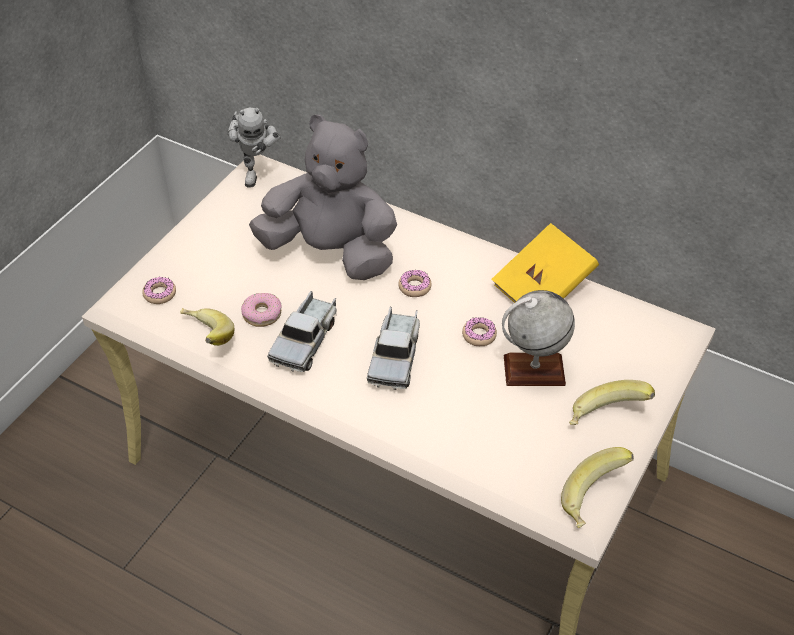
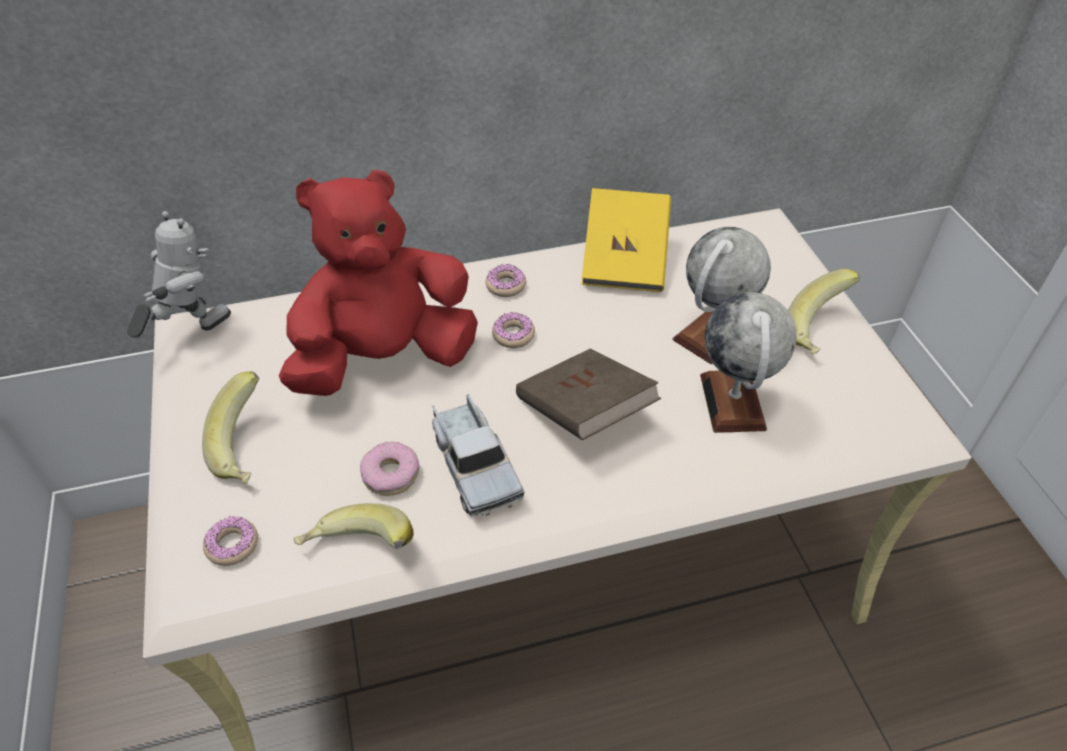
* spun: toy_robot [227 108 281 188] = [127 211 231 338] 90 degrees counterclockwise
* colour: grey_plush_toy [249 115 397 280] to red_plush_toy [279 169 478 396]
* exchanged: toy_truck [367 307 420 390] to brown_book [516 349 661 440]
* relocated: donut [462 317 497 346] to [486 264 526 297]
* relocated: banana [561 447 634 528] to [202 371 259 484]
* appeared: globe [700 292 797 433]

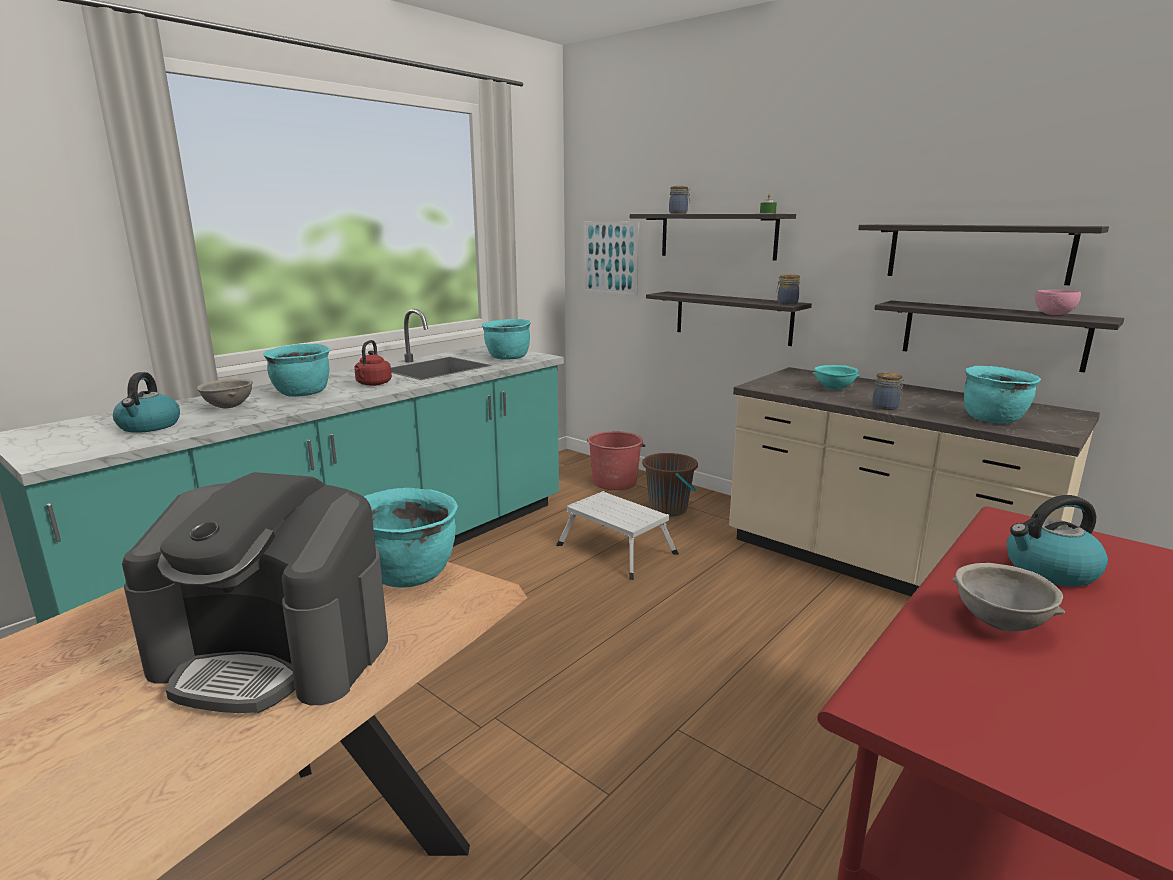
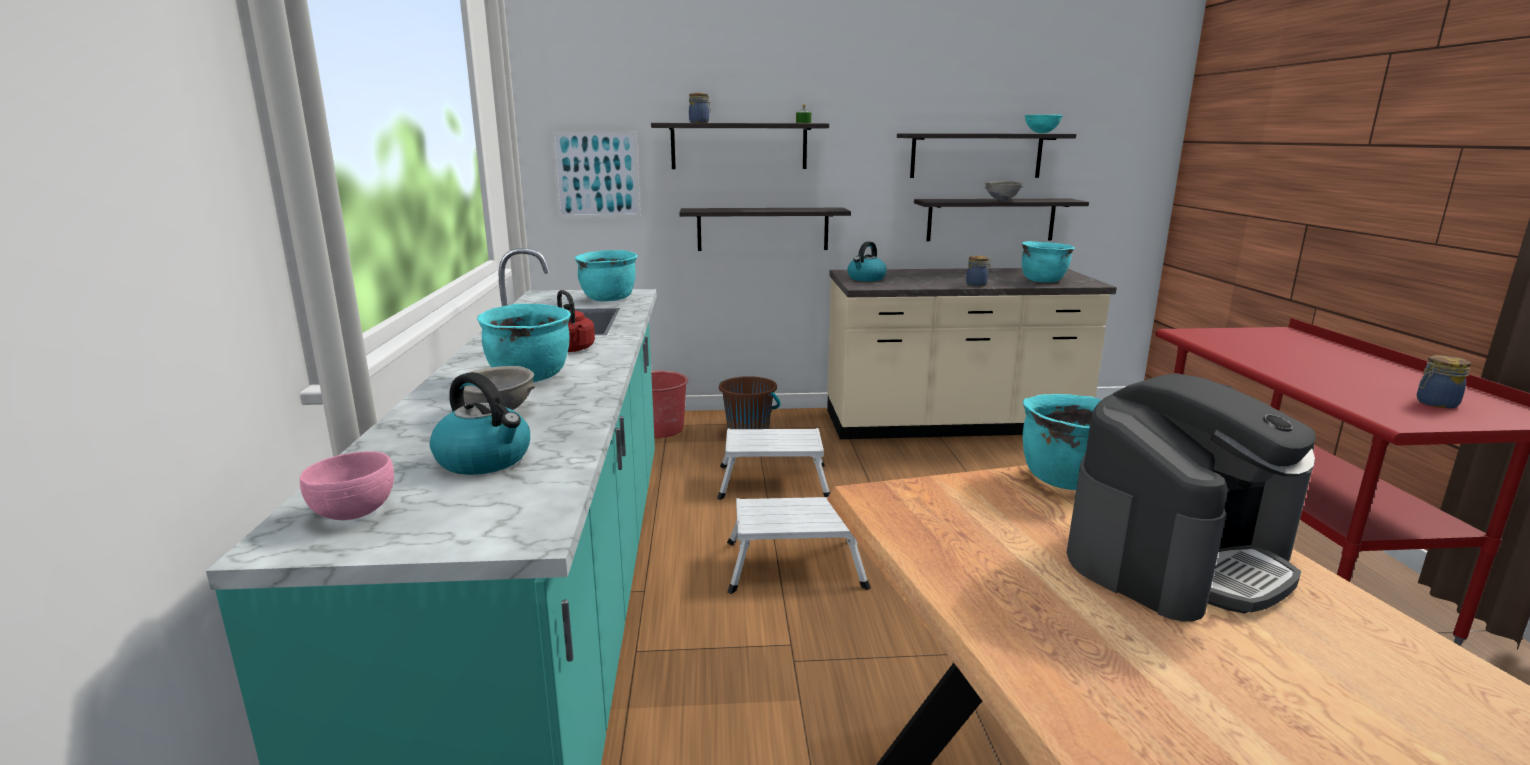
* relocated: jar [776 274 800 304] to [1417 355 1471 408]
* relocated: turquoise_bowl [813 365 860 390] to [1025 115 1063 133]
* relocated: grey_bowl [952 563 1065 631] to [984 181 1023 201]
* relocated: kettle [1007 495 1108 587] to [848 242 887 282]
* relocated: pink_bowl [1035 290 1081 315] to [300 451 394 520]
* appeared: white_step_ladder [727 497 871 594]

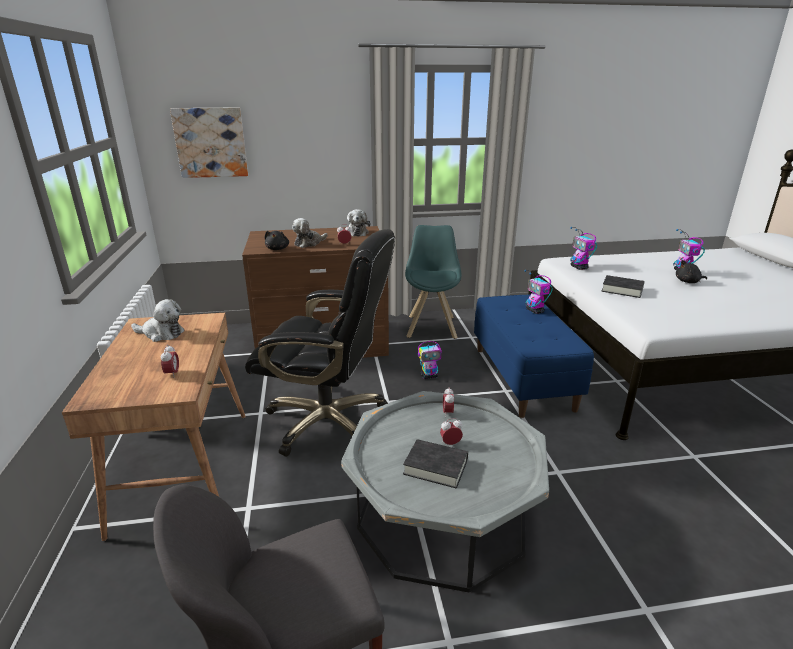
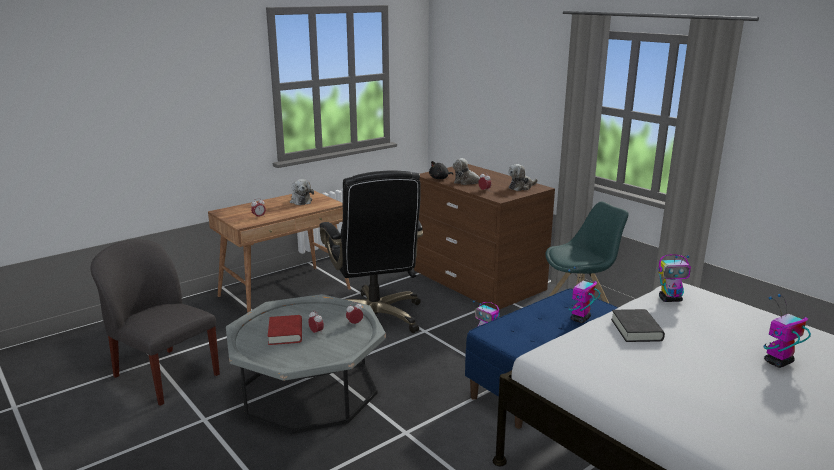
* missing: picture [170 107 248 178]
* colour: black_book [403 439 468 489] to red_book [268 315 302 345]
* spun: toy_robot [570 227 597 270] = [658 254 691 302] 135 degrees counterclockwise
* missing: black_plush_toy [676 260 707 283]

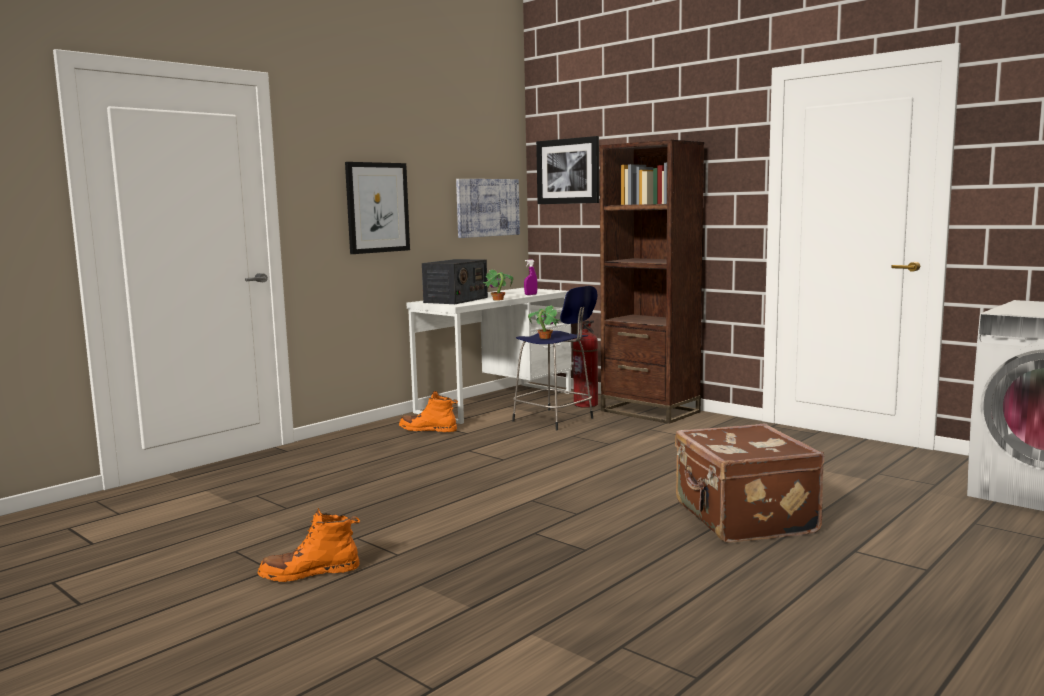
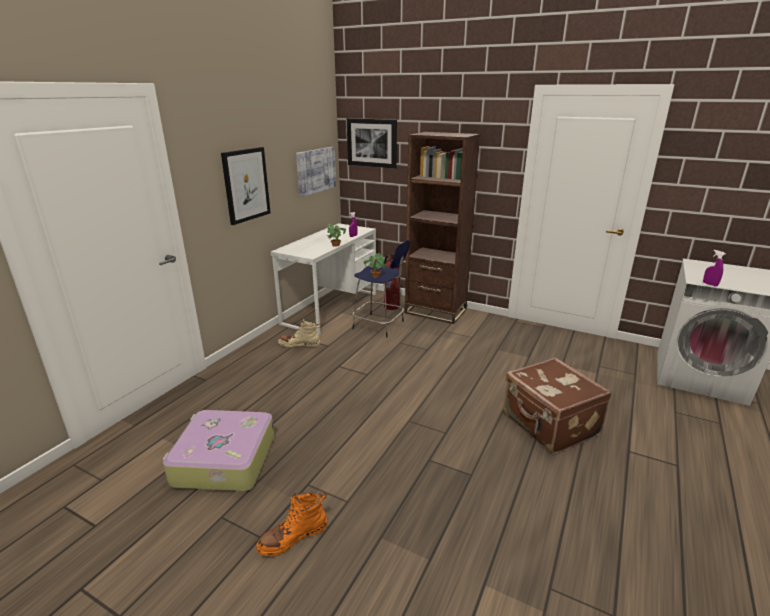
* colour: orange_boot [399 391 458 432] to beige_boot [278 319 320 347]
* missing: radio [422 259 488 304]
* appeared: suitcase [162 410 274 491]
* appeared: purple_spray_bottle [703 250 725 287]

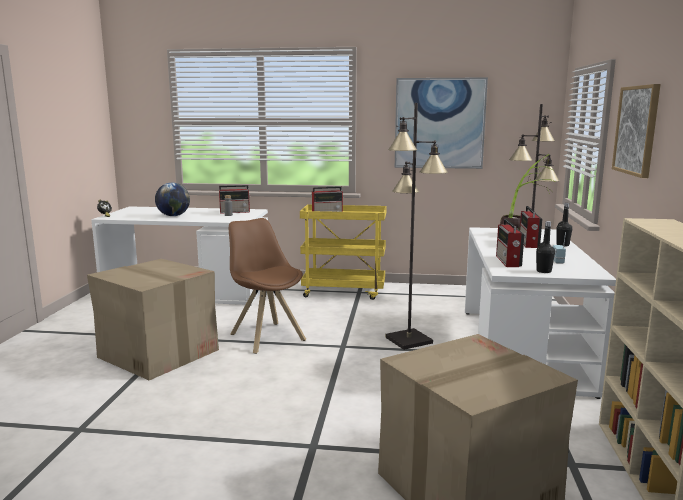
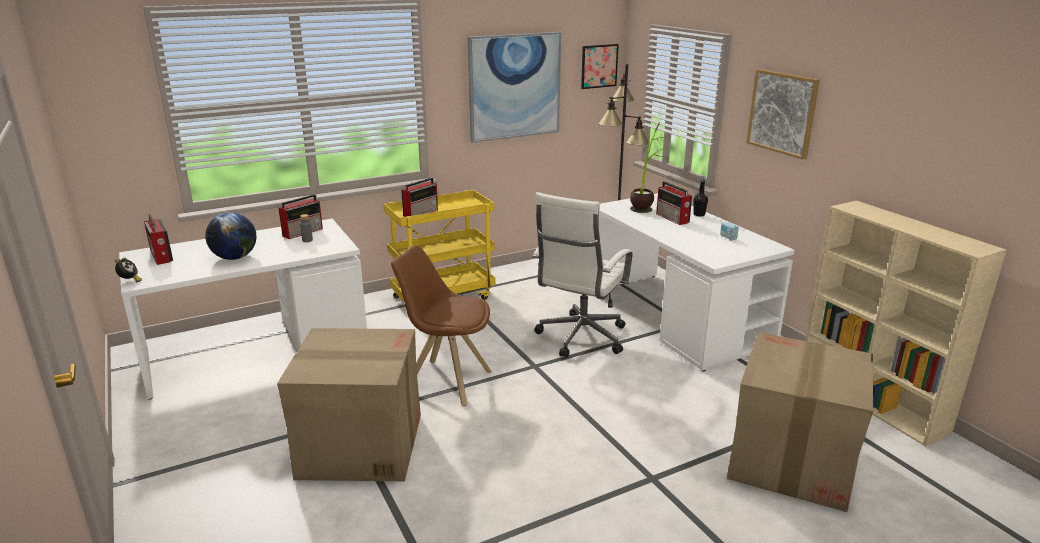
* exchanged: black_floor_lamp [385 103 448 350] to white_office_chair [532 192 632 358]
* relocated: radio [496 219 524 267] to [144 214 173 265]
* missing: black_bottle [536 221 555 273]
* appeared: picture [581 44 619 89]

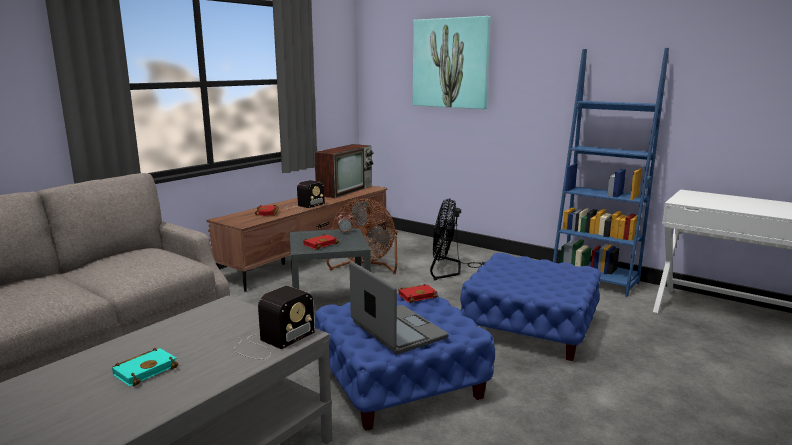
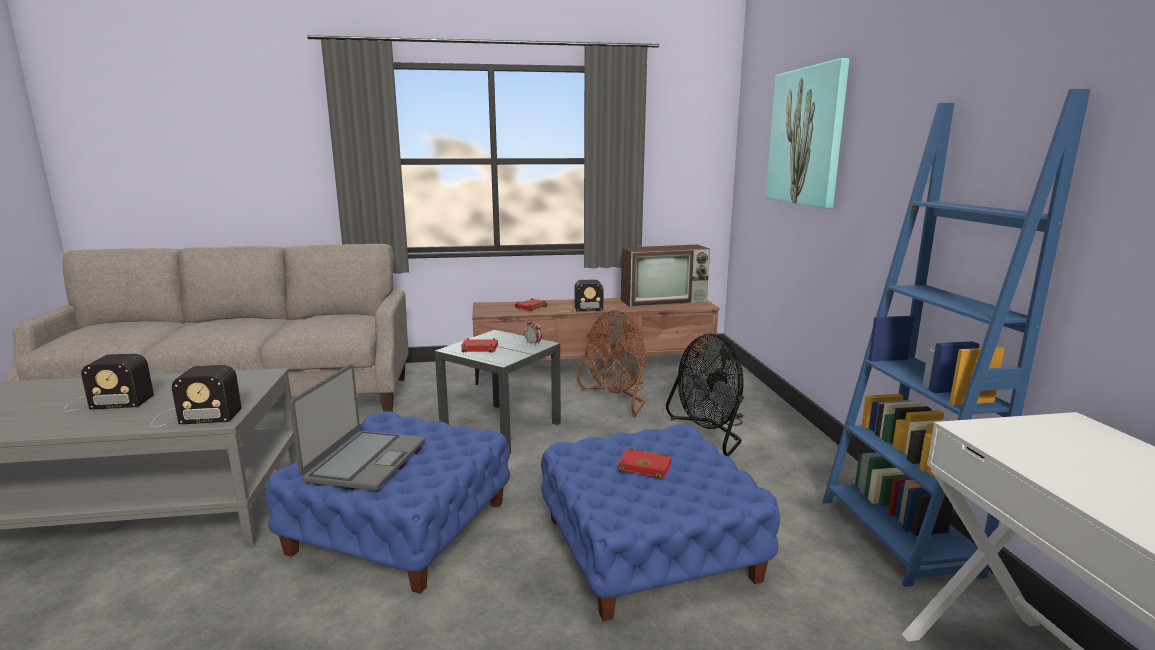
* exchanged: turquoise_book [112 348 178 386] to radio [64 354 154 412]
* relocated: red_book [398 284 438 303] to [618 448 672 479]
* spun: black_fan [430 198 485 280] = [666 334 744 457] 75 degrees counterclockwise

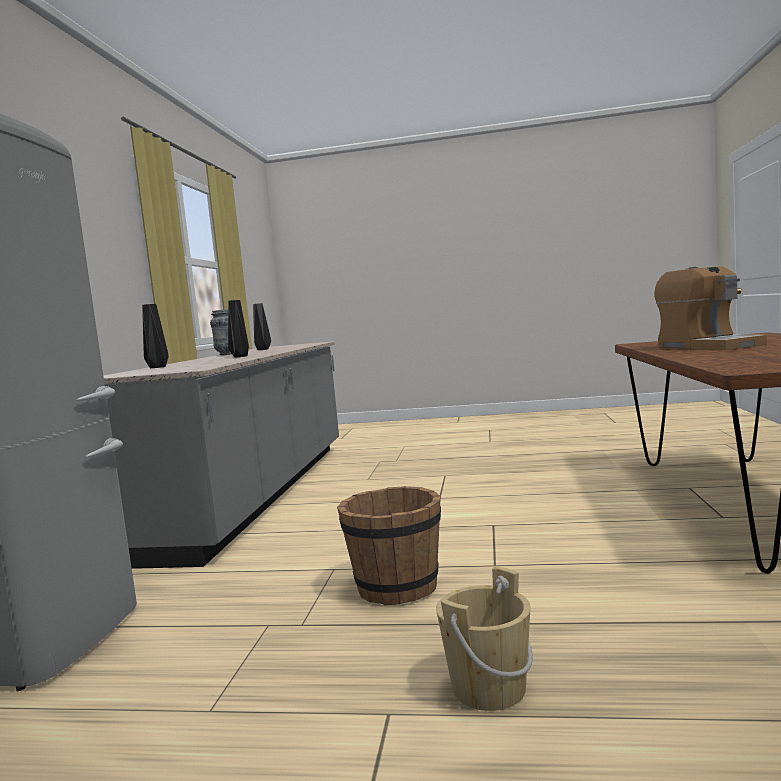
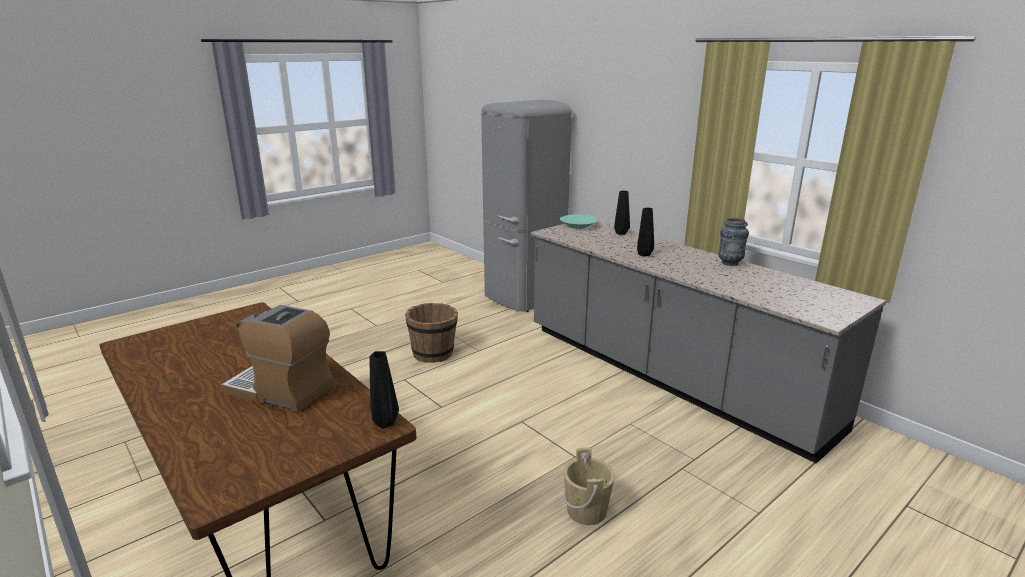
* relocated: black_vase [253 303 271 350] to [370 351 399 429]
* relocated: beige_bucket [436 566 533 711] to [563 448 615 525]
* appeared: turquoise_bowl [560 214 597 229]

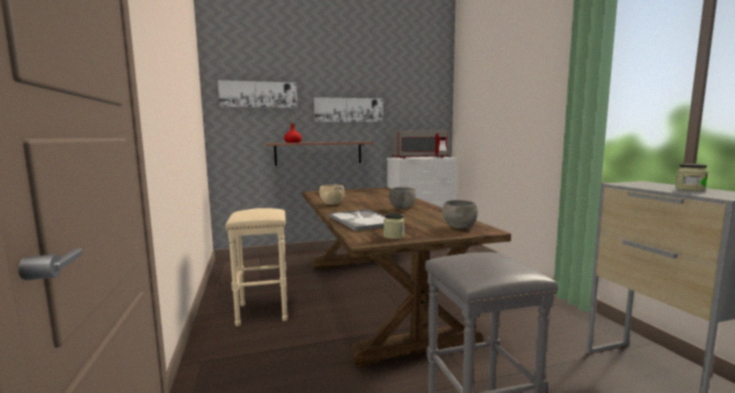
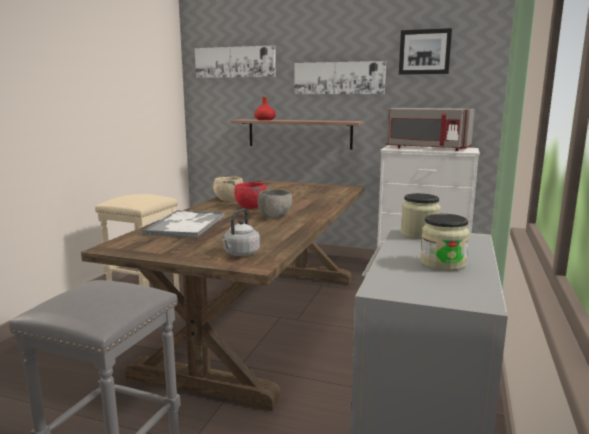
* relocated: jar [384 213 404 239] to [401 193 441 239]
* exchanged: grey_bowl [442 200 478 229] to grey_kettle [221 209 260 256]
* appeared: red_bowl [234 182 266 209]
* appeared: picture [399 28 452 75]

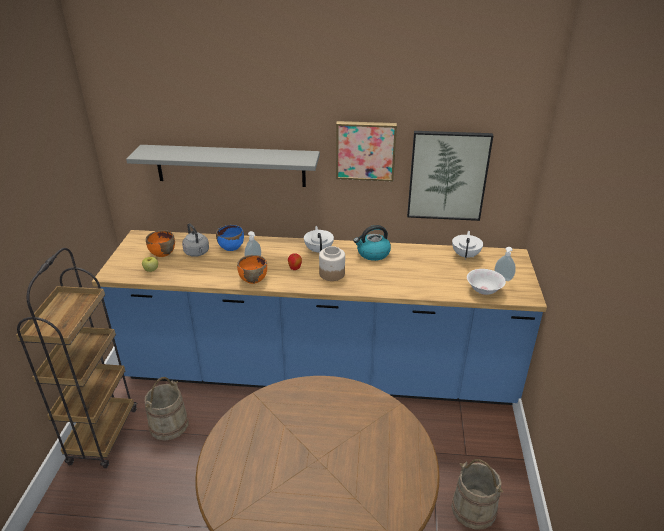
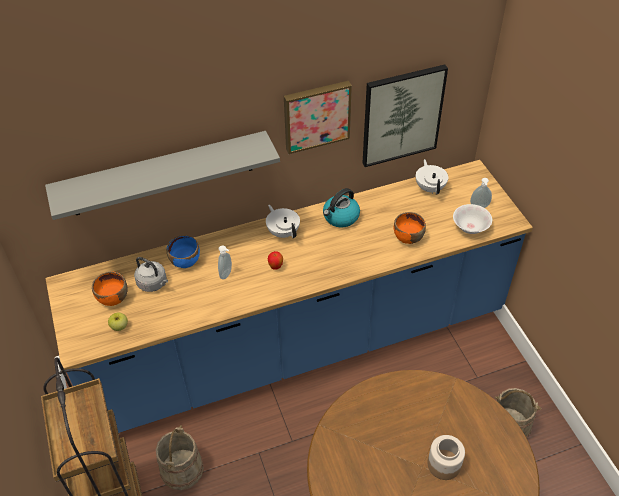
* relocated: orange_bowl [237 255 267 284] to [394 212 426 244]
* relocated: jar [319 246 345 281] to [428 435 465 480]

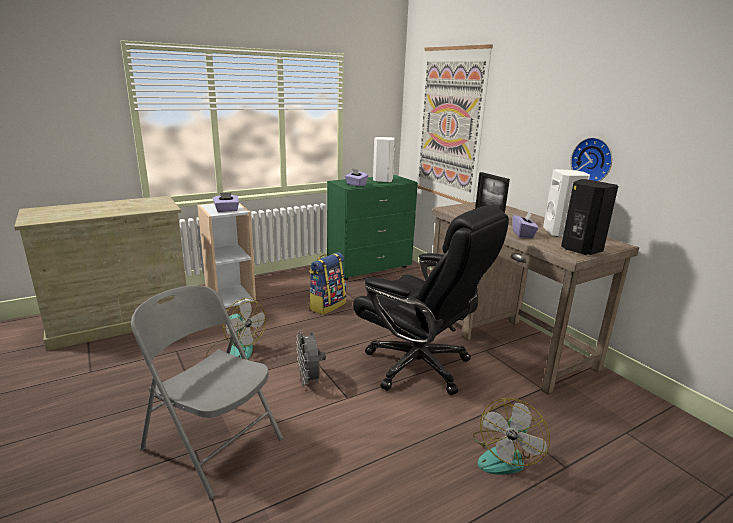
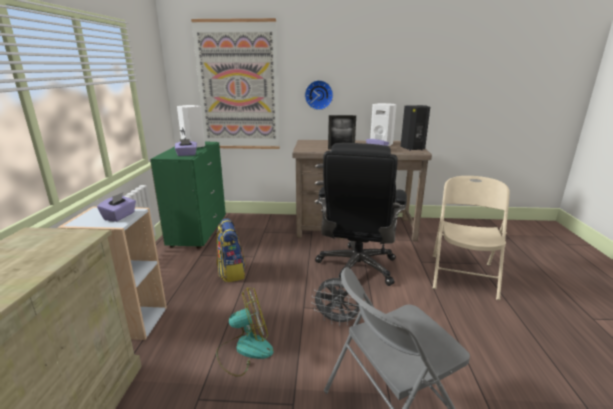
* spun: black_office_chair [353 205 509 395] = [315 143 407 288] 120 degrees clockwise
* exchanged: fan [473 398 550 475] to beige_chair [433 176 510 300]
* relocated: wall_clock [571 137 612 181] to [305 80 333 110]

